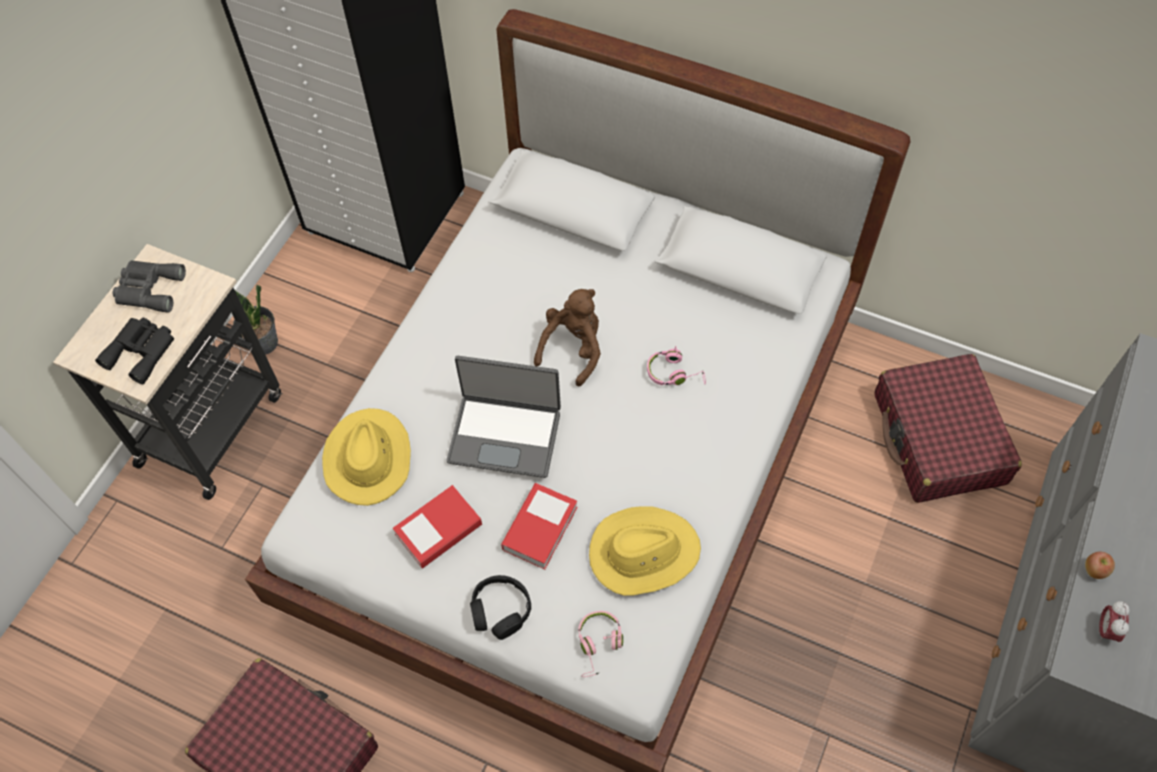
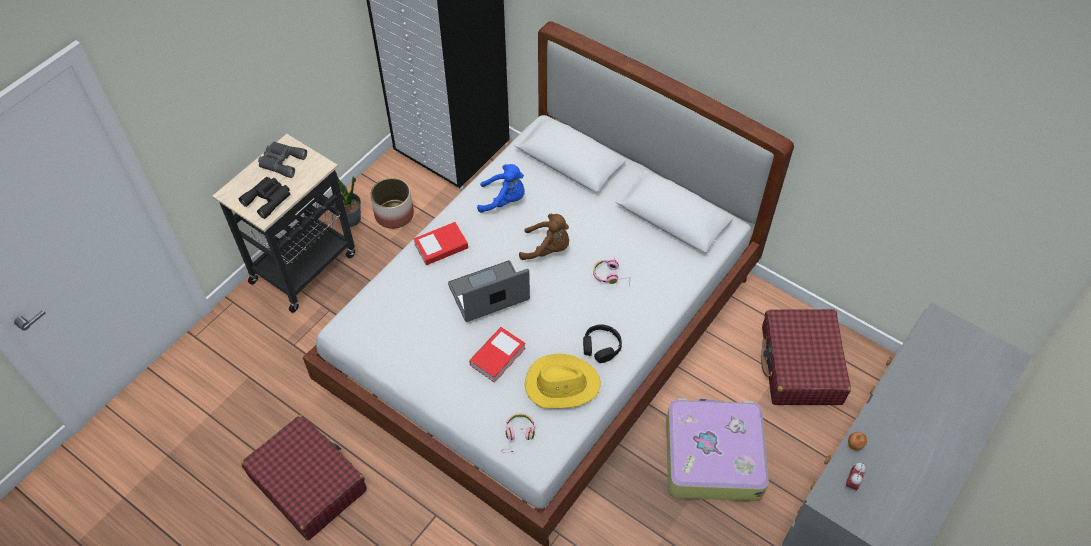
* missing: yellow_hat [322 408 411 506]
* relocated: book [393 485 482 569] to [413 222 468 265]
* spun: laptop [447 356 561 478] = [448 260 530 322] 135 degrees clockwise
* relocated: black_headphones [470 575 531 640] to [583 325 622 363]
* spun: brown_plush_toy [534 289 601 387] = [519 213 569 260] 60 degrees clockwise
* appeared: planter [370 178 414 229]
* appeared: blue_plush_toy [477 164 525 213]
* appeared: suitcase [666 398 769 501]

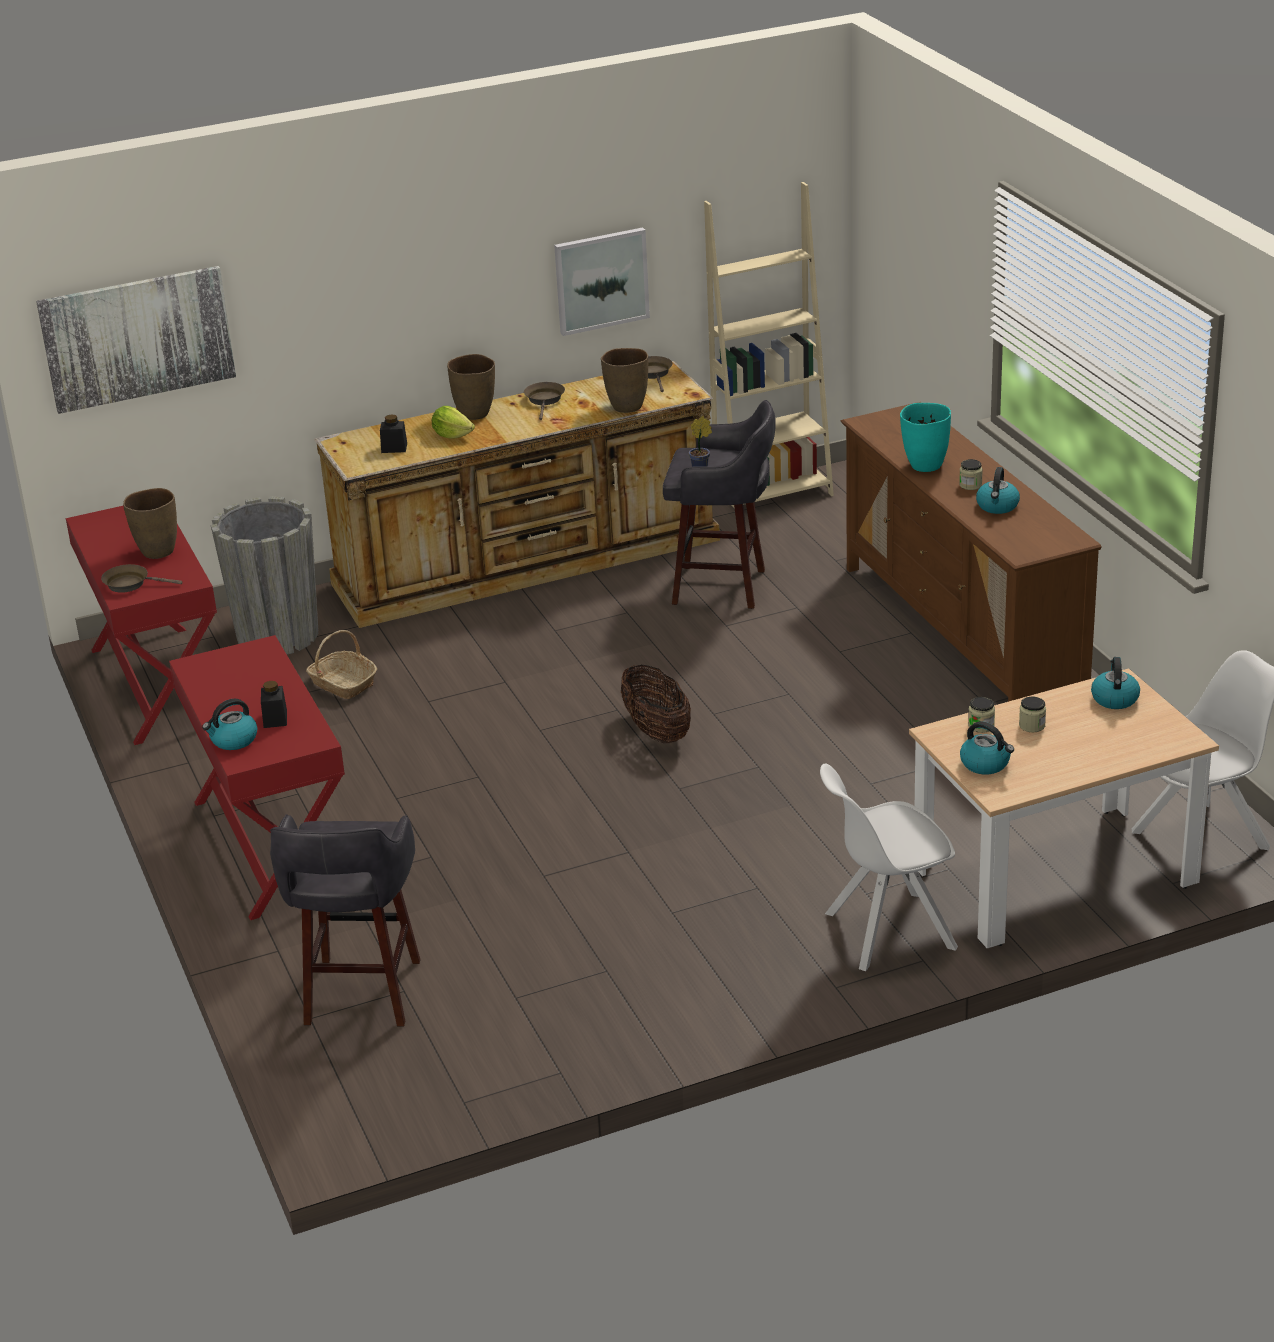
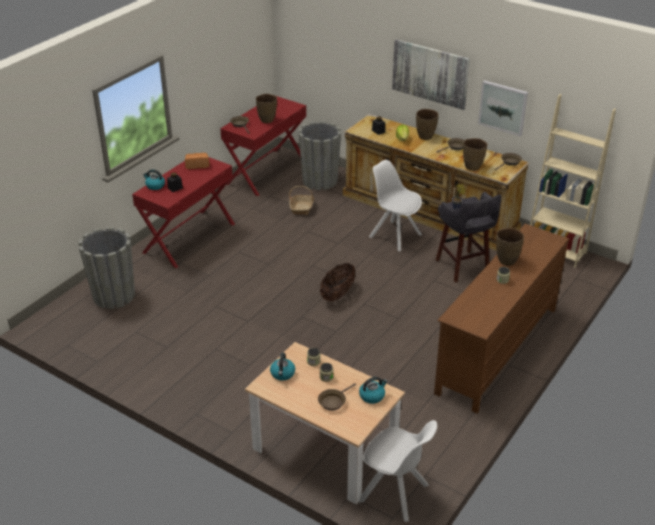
* relocated: picture [36 266 236 414] to [392 39 470 110]
* exchanged: grey_stool [270 814 420 1027] to grey_planter [78 227 135 309]
* relocated: white_chair [820 763 958 972] to [369 160 422 251]
* colour: turquoise_vase [900 403 951 472] to brown_vase [496 228 524 266]
* missing: kettle [976 467 1020 514]
* appeared: bread [185 153 210 169]
* appeared: brown_frying_pan [318 383 356 411]

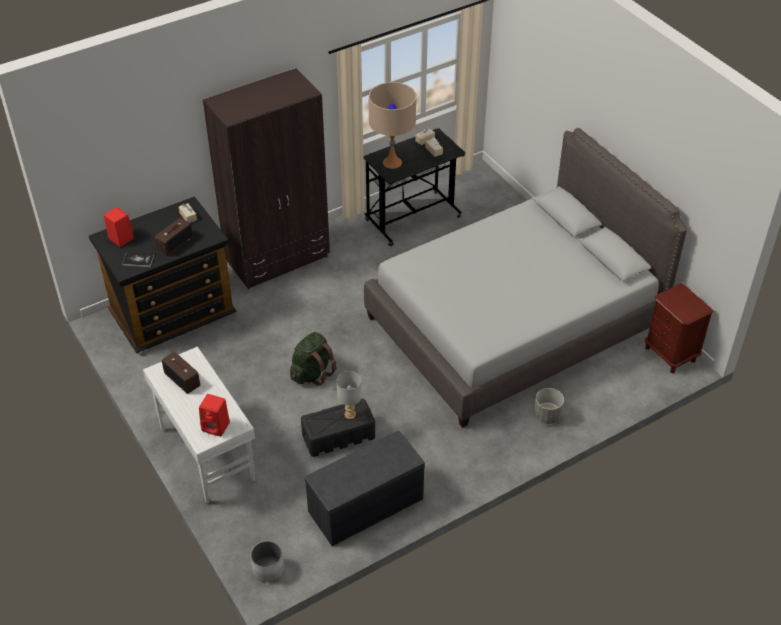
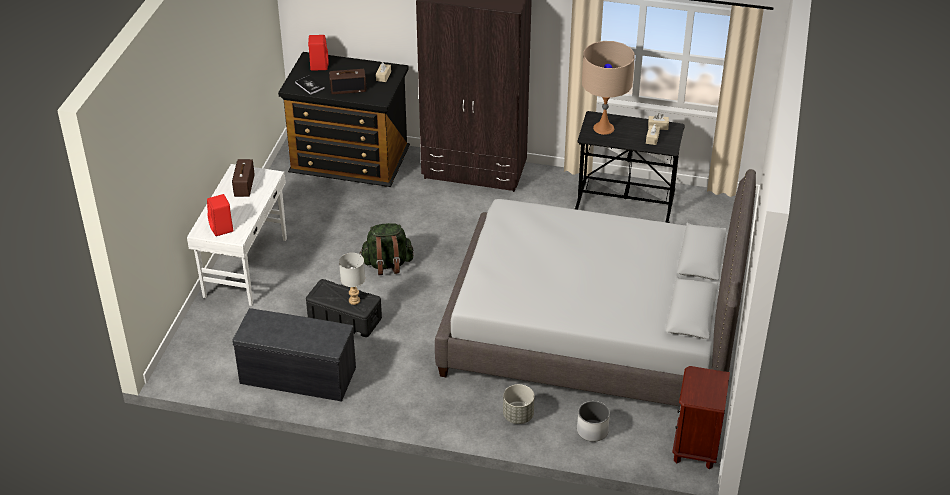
* relocated: white_planter [251 541 284 582] to [577 401 610 442]

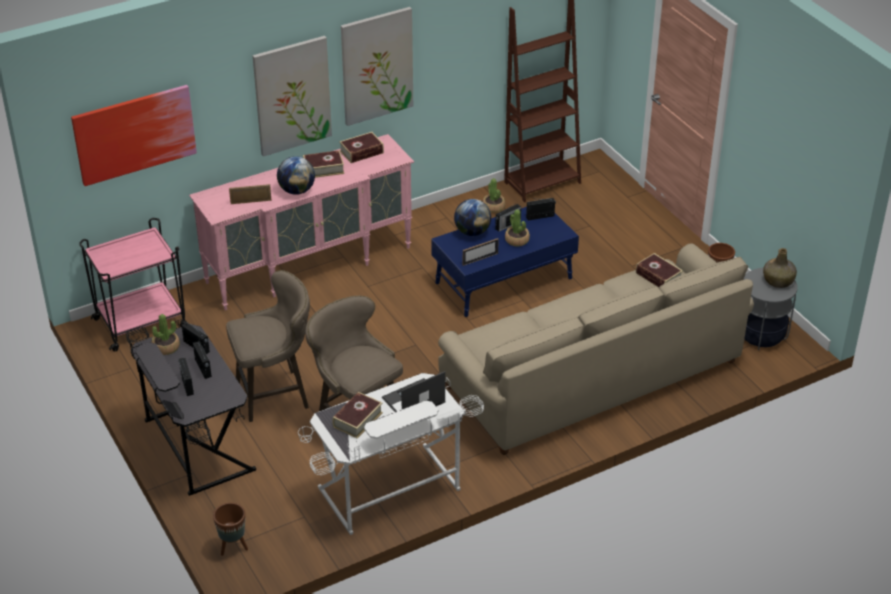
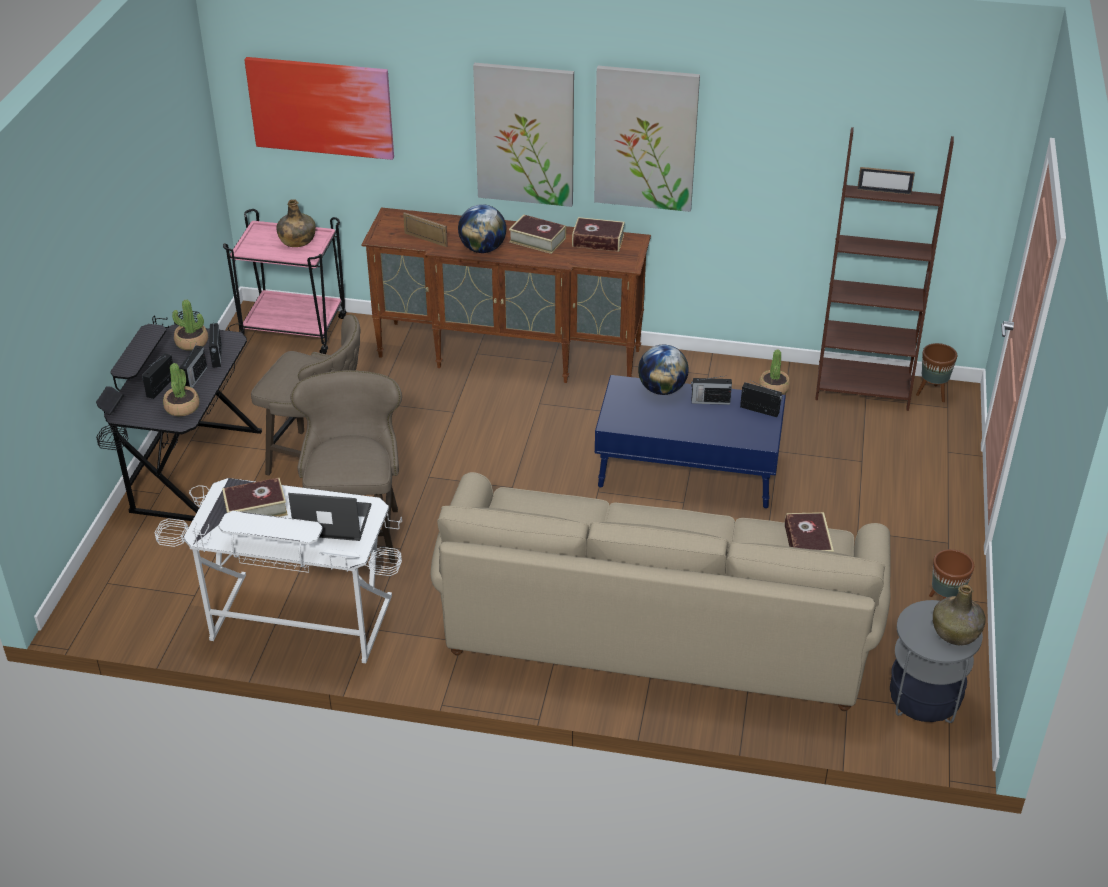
* colour: pink_cabinet [189 134 414 310] to brown_cabinet [361 208 651 383]
* relocated: brown_planter [213 503 248 556] to [916 343 957 402]
* relocated: picture_frame [463 238 499 266] to [857 167 915 195]
* relocated: potted_plant [505 209 530 246] to [163 363 200 416]
* appeared: green_bottle [276 199 316 247]

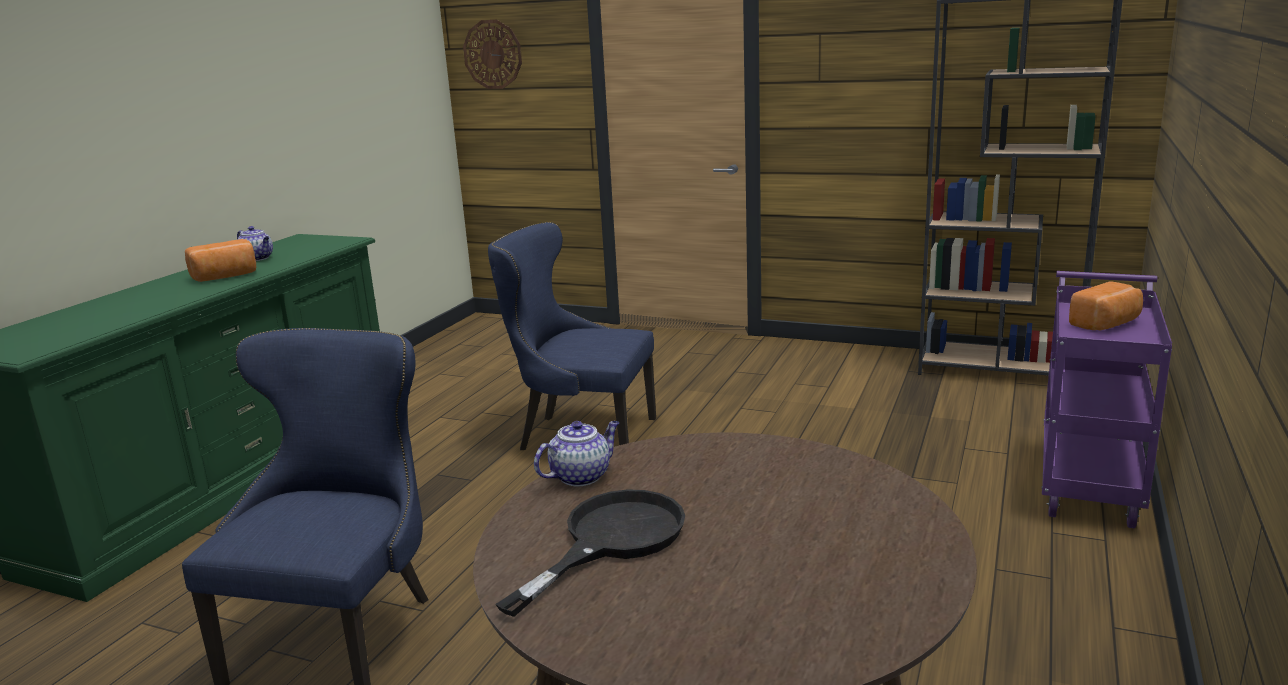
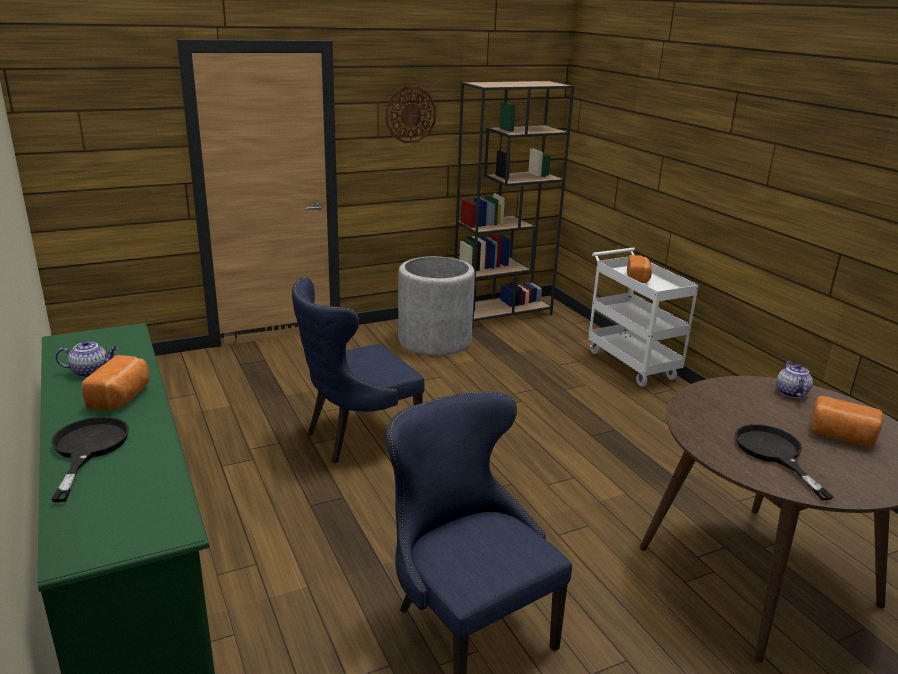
* relocated: wall_clock [463 20 522 89] to [386 87 436 143]
* relocated: teapot [534 421 619 486] to [777 361 813 398]
* colour: purple_cart [1041 271 1172 528] to white_cart [588 247 698 387]
* appeared: black_frying_pan [51 417 129 502]
* appeared: grey_planter [398 256 475 356]
* appeared: bread [811 396 883 447]

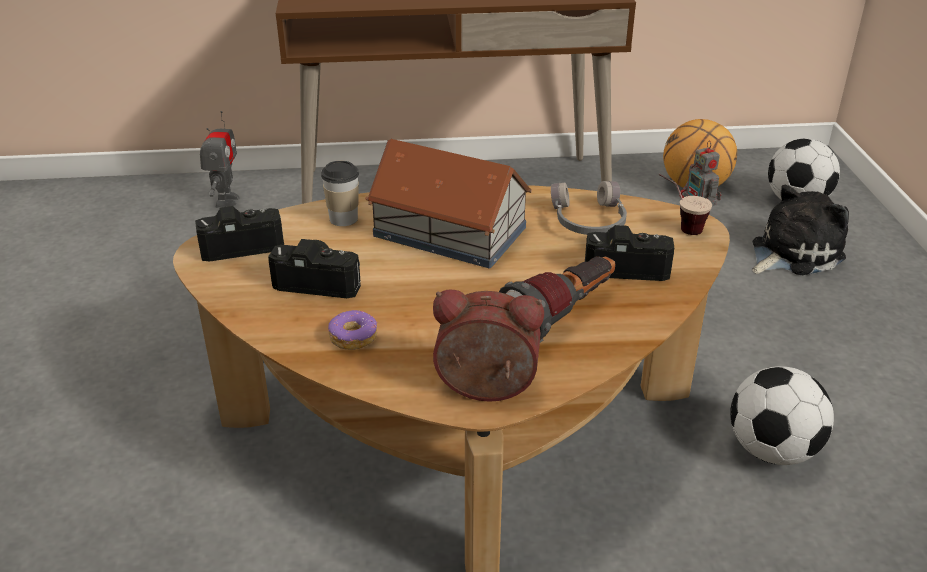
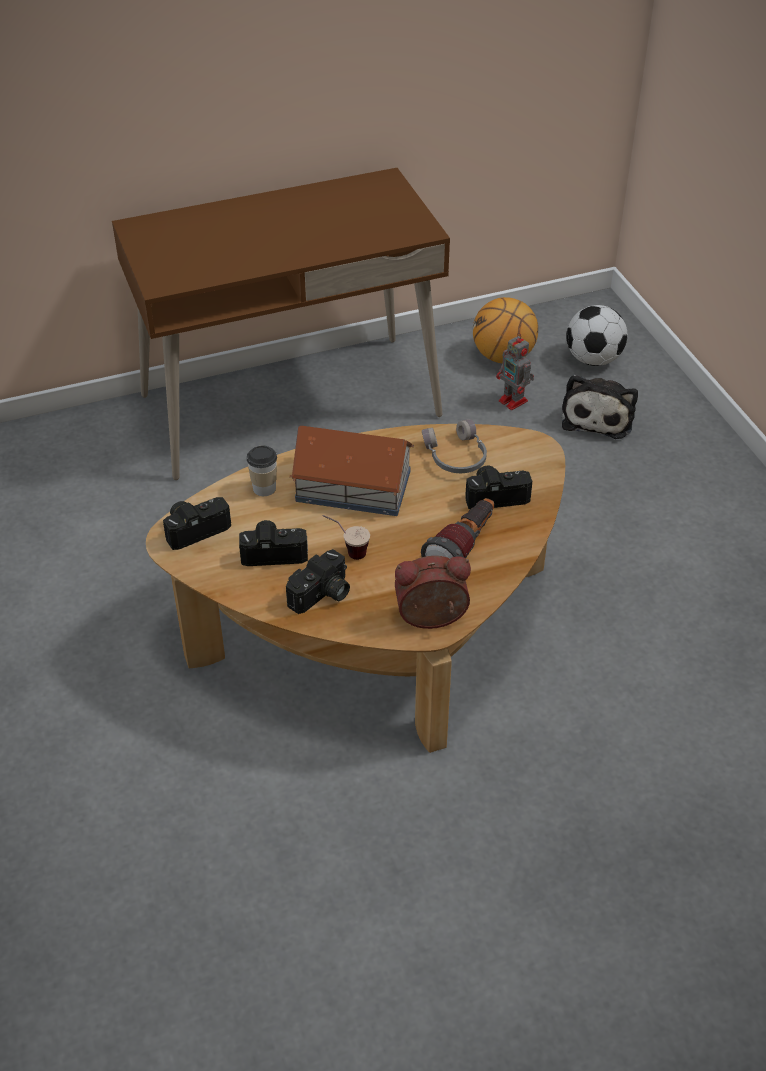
* missing: toy_robot [200 111 240 208]
* exchanged: donut [328 310 377 350] to photo_camera [286 549 350 614]
* relocated: cup [658 173 712 235] to [323 515 370 560]
* missing: football [730 366 834 465]
* spun: plush_toy [752 185 849 275] = [562 374 638 439] 150 degrees clockwise

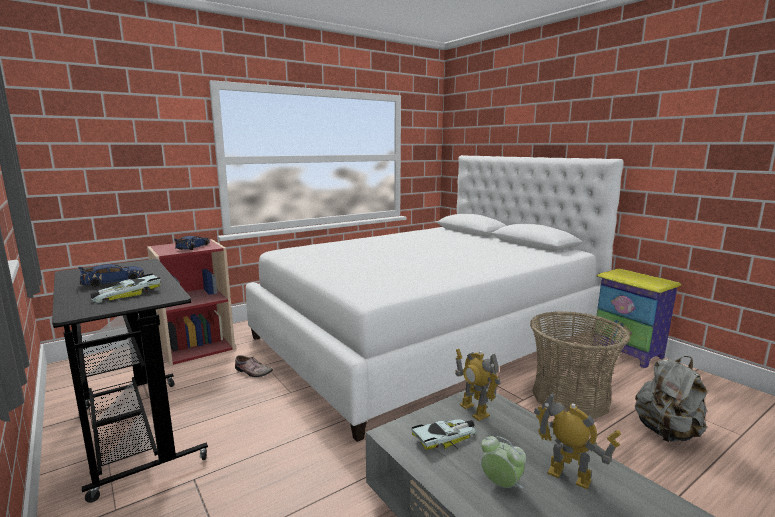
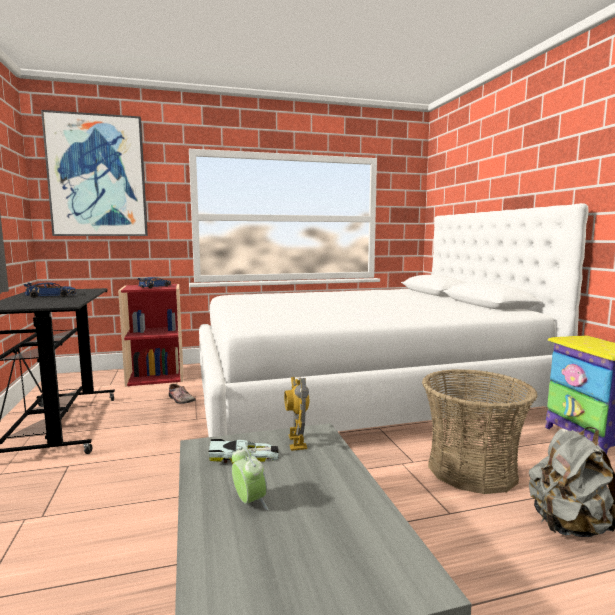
* missing: toy_car [90 273 161 303]
* missing: toy_robot [534 392 621 490]
* appeared: picture [41 110 148 236]

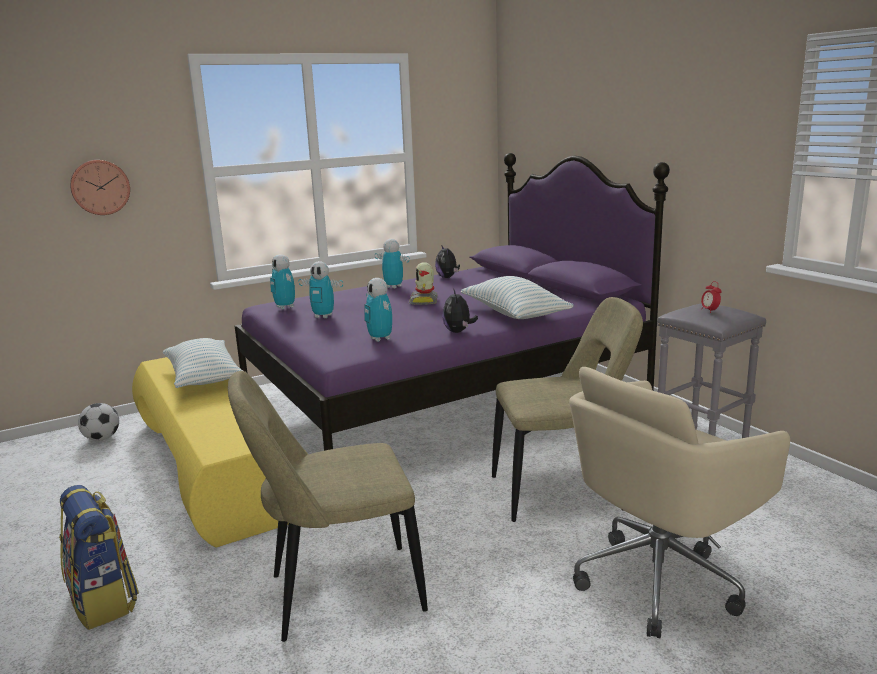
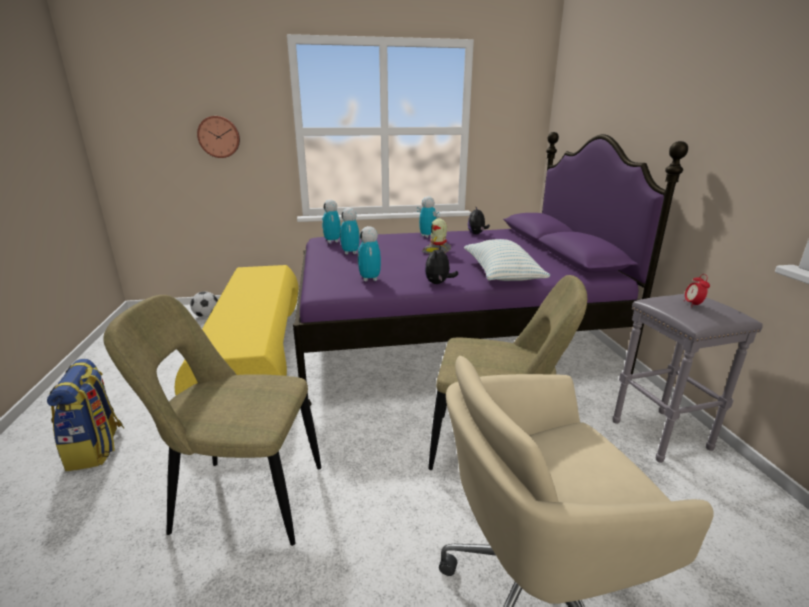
* missing: pillow [163 338 243 388]
* spun: toy_robot [298 261 343 318] = [340 208 359 254] 45 degrees clockwise

